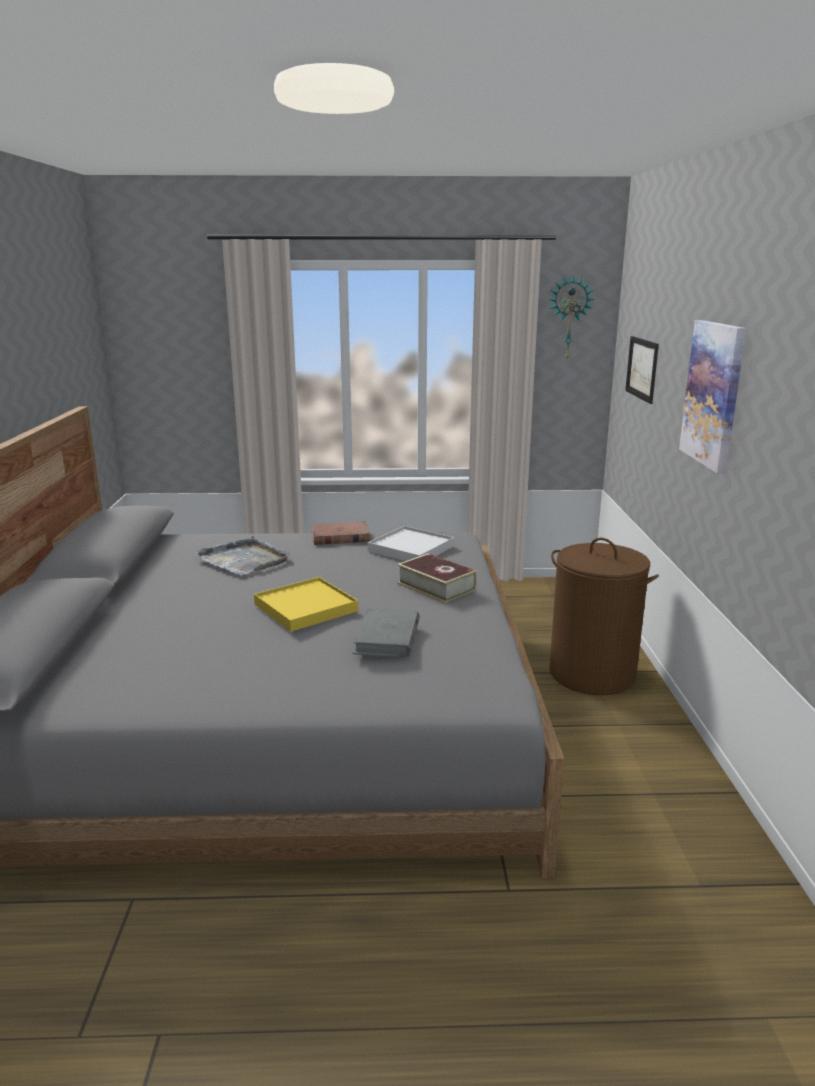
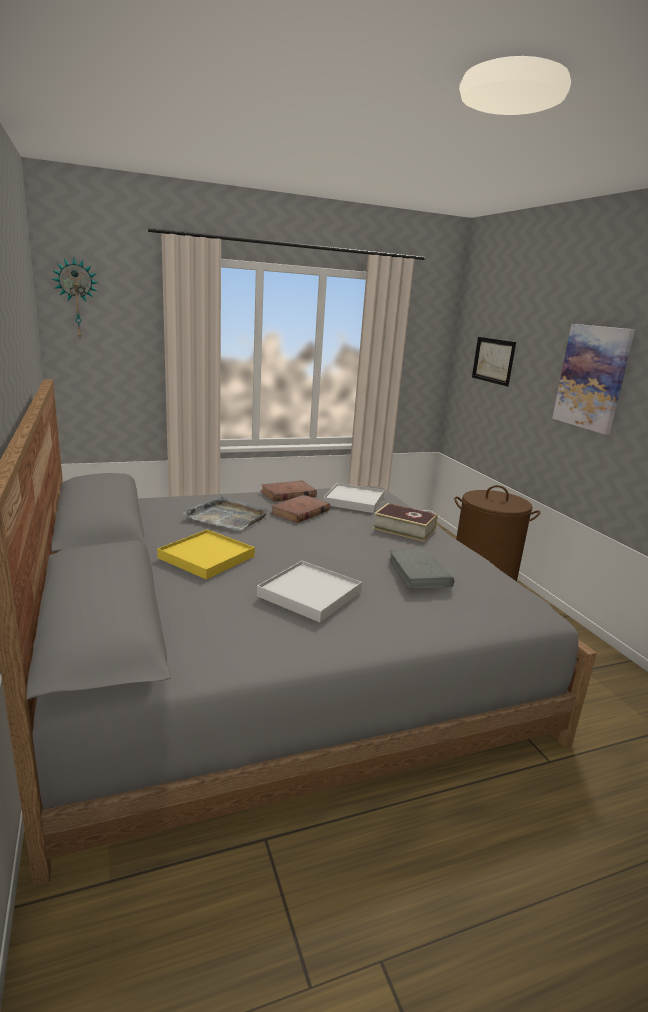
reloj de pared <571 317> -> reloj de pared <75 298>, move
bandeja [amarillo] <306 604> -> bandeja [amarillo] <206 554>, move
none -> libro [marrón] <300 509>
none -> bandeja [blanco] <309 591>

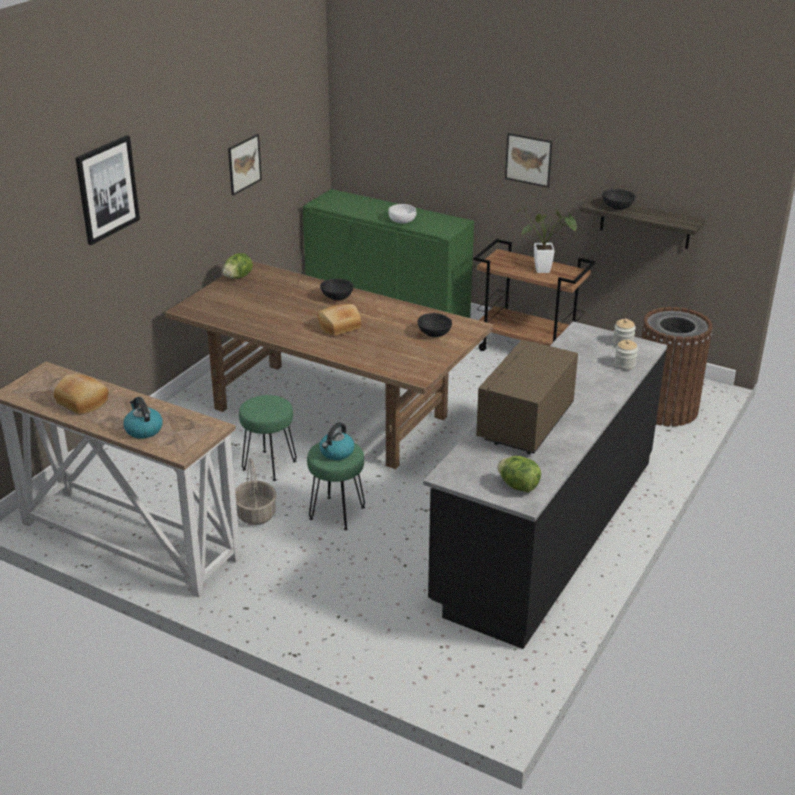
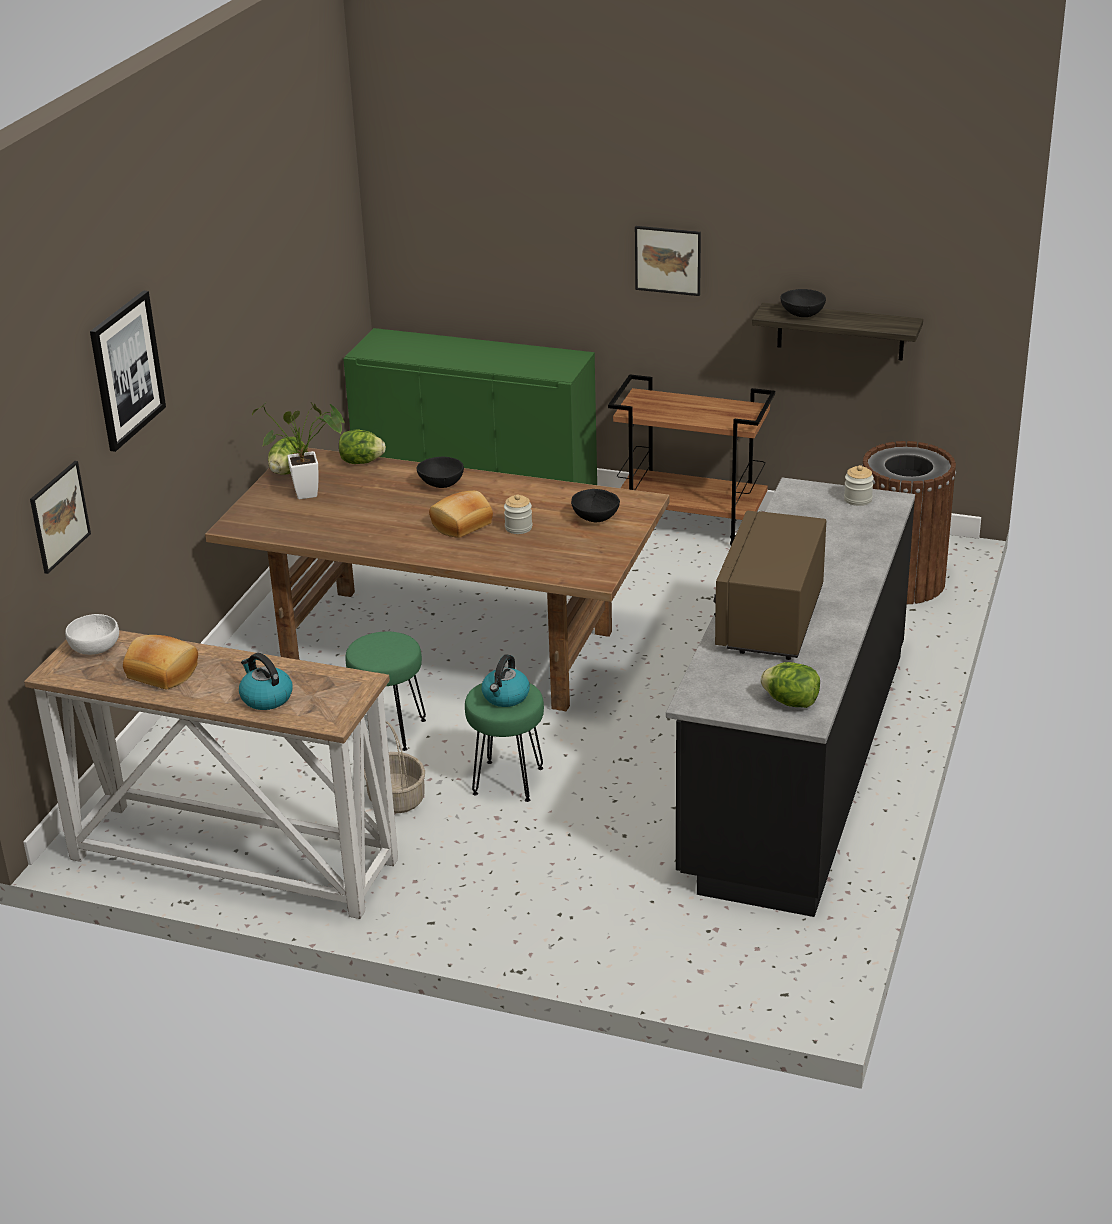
cuadro <245 165> -> cuadro <60 517>, move
cuenco [blanco] <402 214> -> cuenco [blanco] <92 634>, move
planta en maceta <546 239> -> planta en maceta <299 450>, move
tarro <626 354> -> tarro <518 514>, move
none -> lechuga <362 446>

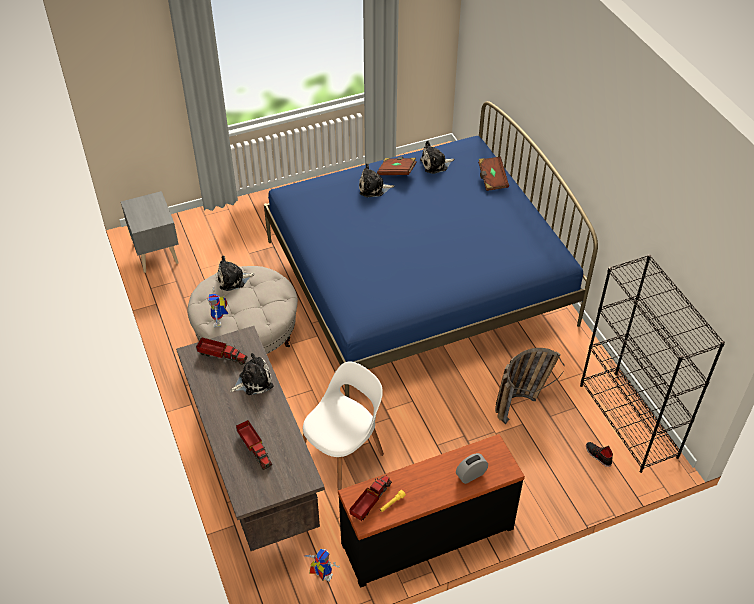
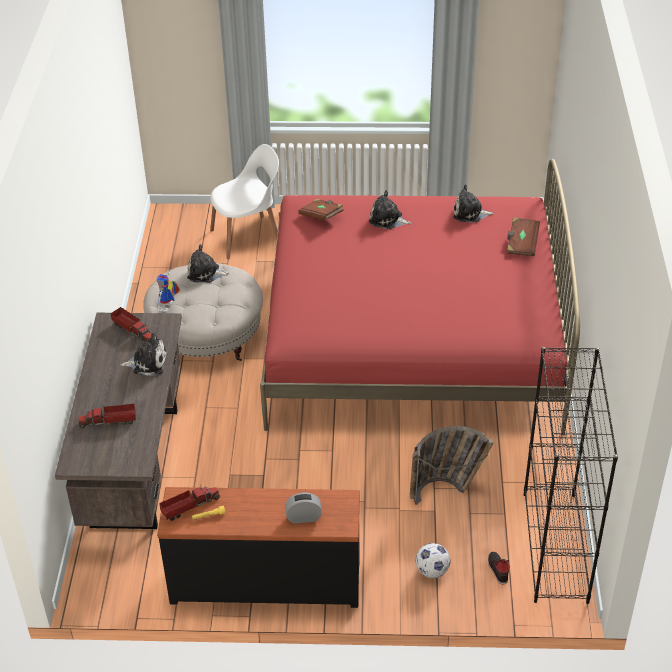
cama [azul] <431 249> -> cama [rojo] <420 297>
libro [marrón] <397 166> -> libro [marrón] <321 210>, move
mesita de noche [gris] <150 232> -> none
silla [blanco] <343 426> -> silla [blanco] <244 201>, move
camión de juguete <254 445> -> camión de juguete <107 416>, 90 degrees clockwise
robot de juguete <322 565> -> none
none -> balón de fútbol <433 560>

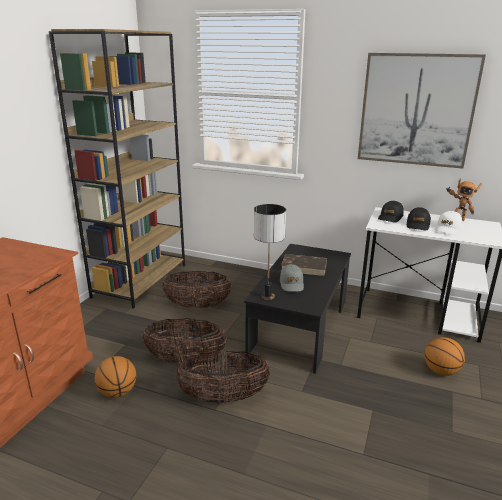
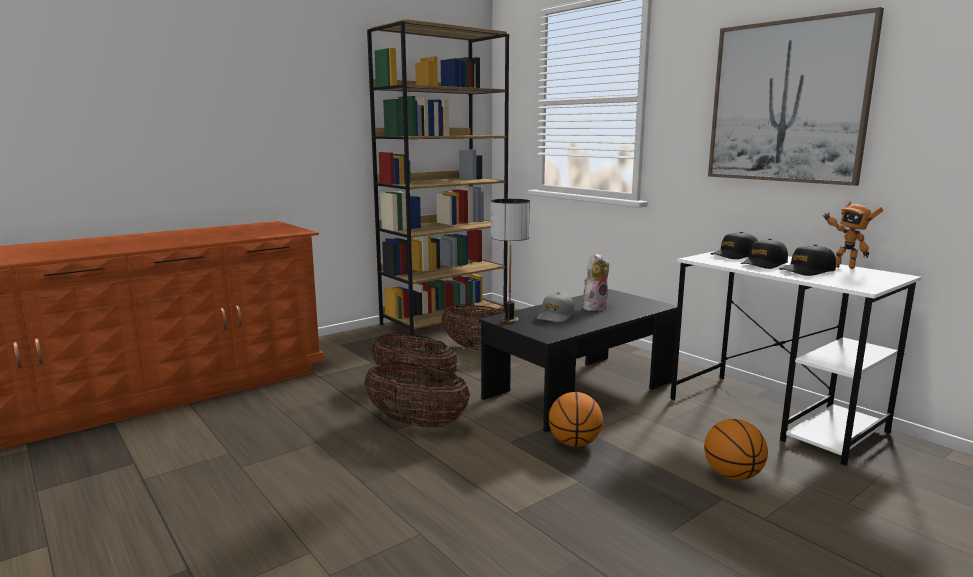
gorra [blanco] <448 222> -> gorra [negro] <807 260>
libro [marrón] <304 265> -> peluche <596 282>
balón de baloncesto <115 377> -> balón de baloncesto <576 419>, move

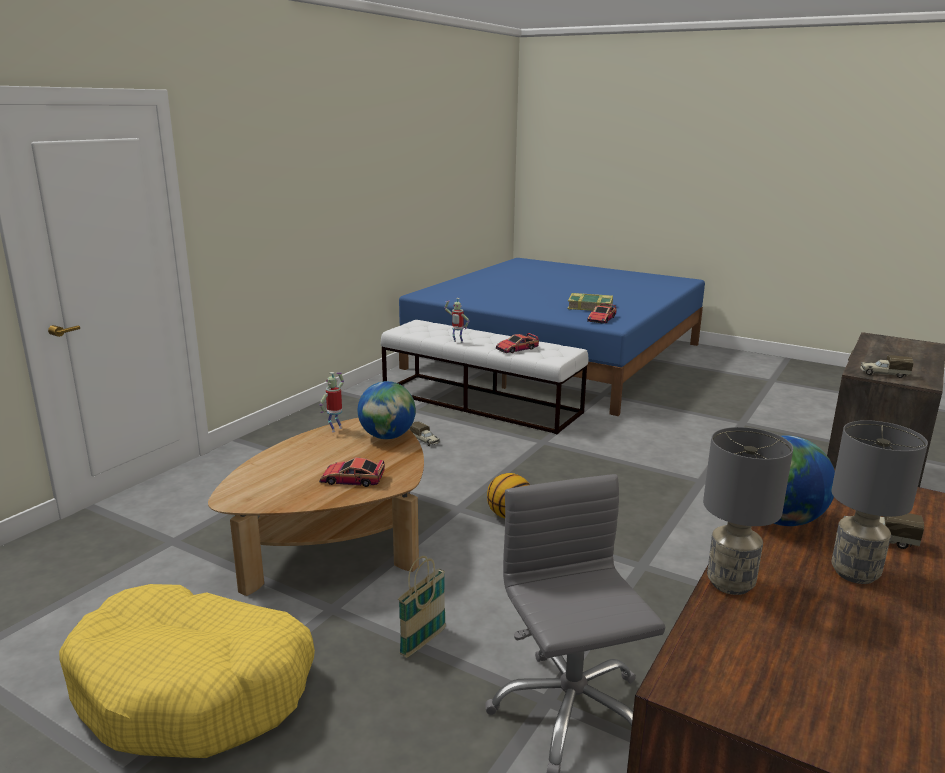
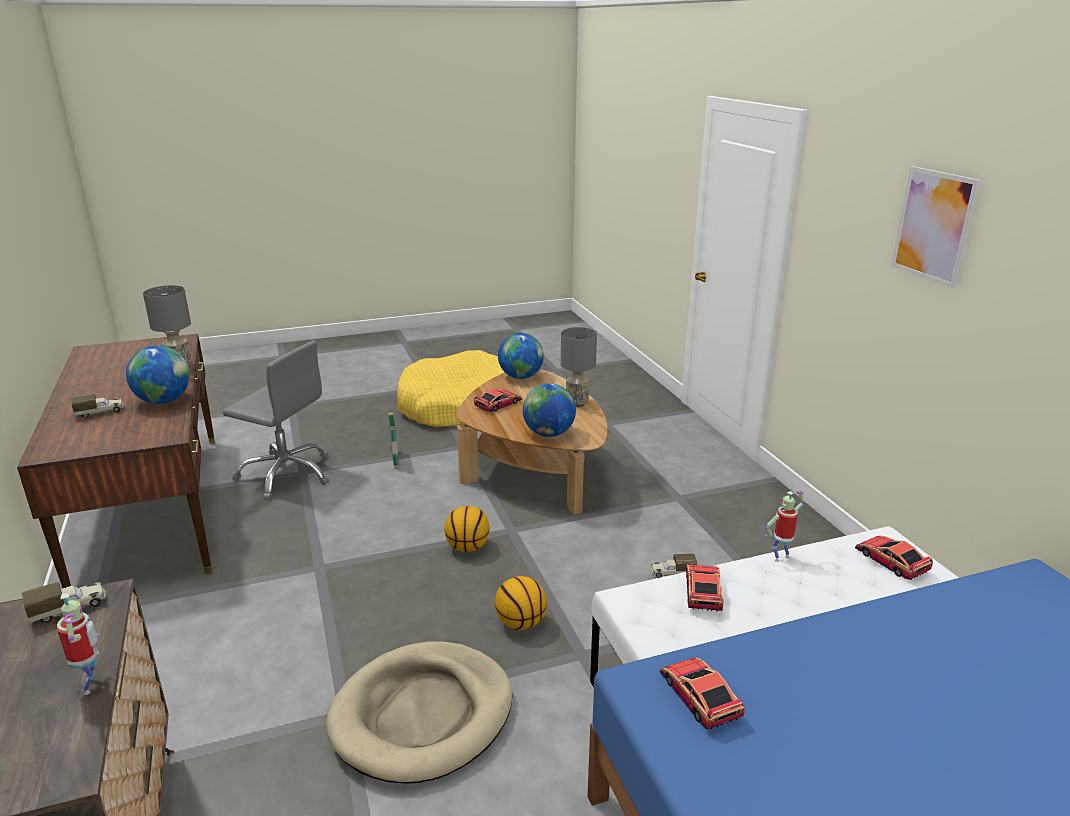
libro <590 302> -> none
robot de juguete <332 402> -> robot de juguete <78 644>, move
lámpara de mesa [gris] <879 502> -> lámpara de mesa [gris] <579 367>, move
none -> cuadro <935 227>
none -> globo terráqueo <521 356>
none -> coche de juguete <894 558>
none -> balón de baloncesto <521 603>
none -> cama para perro [beis] <419 713>

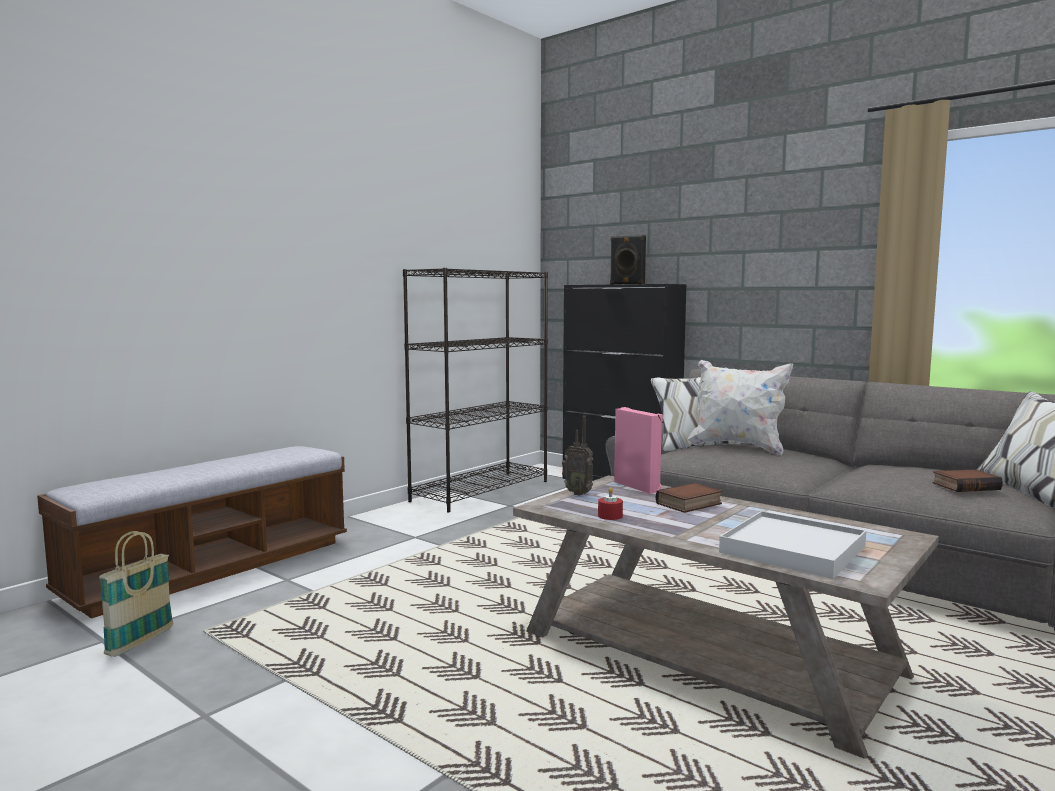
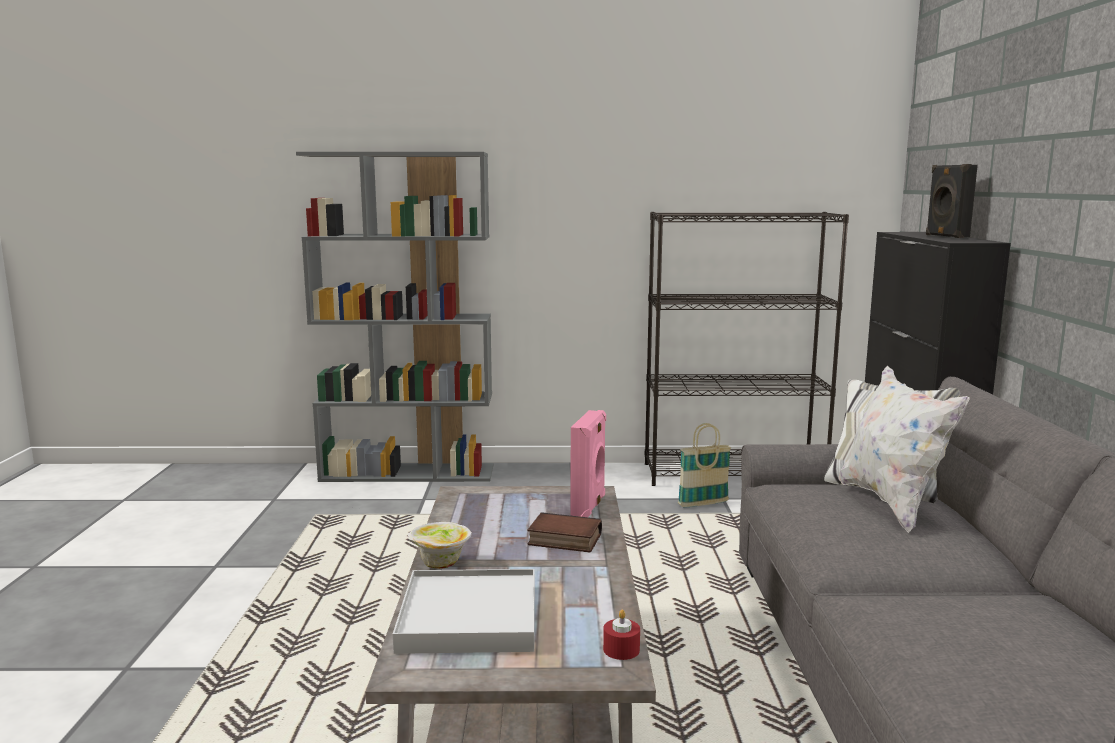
radio <577 456> -> none
banco <192 532> -> estantería [gris] <394 317>
libro <967 480> -> none
vela [rojo] <610 503> -> vela [rojo] <621 635>, move
cesta <136 594> -> cesta <705 465>, move
none -> cuenco <440 545>

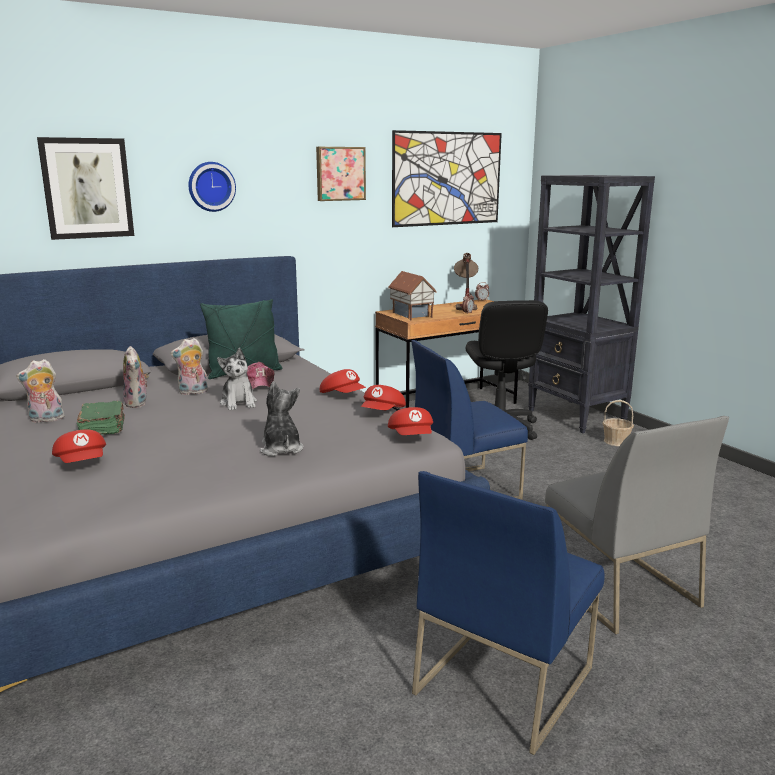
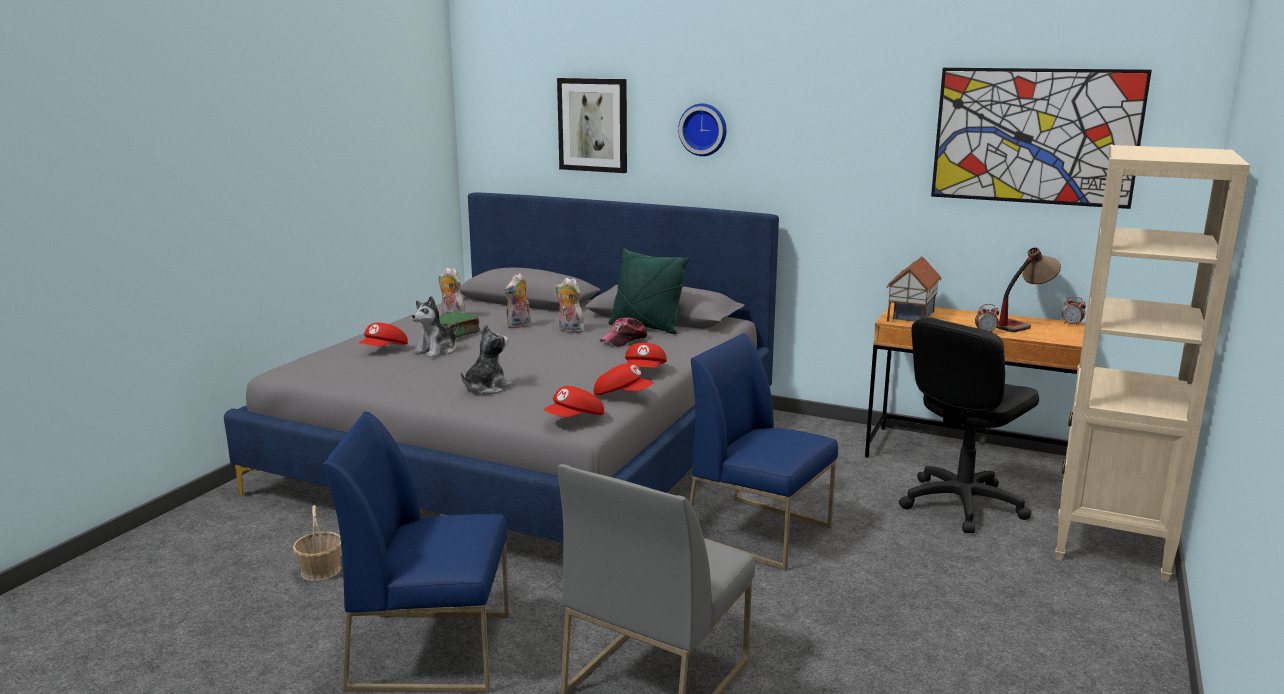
cuadro <341 174> -> none
estantería [negro] <591 304> -> estantería [beis] <1152 363>
peluche <237 379> -> peluche <435 327>, move
gorra [rojo] <383 397> -> gorra [rojo] <624 379>, 150 degrees counterclockwise
cesta <618 423> -> cesta <317 543>, move

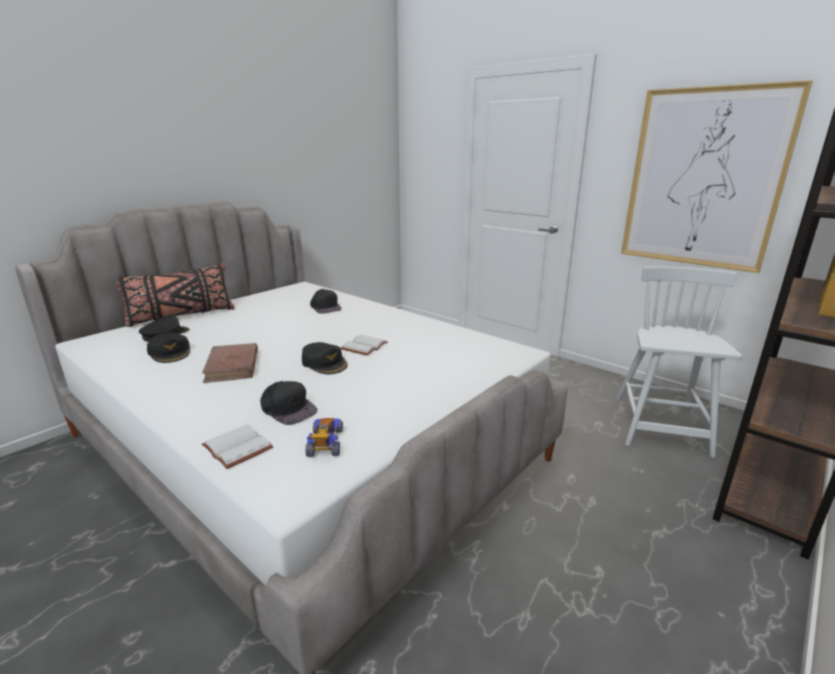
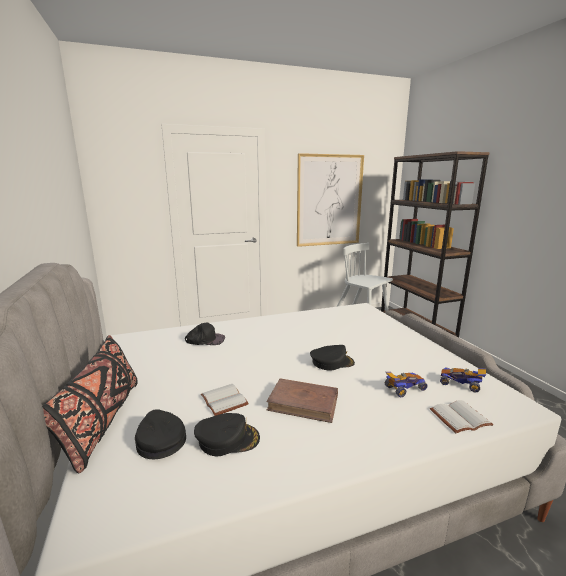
libro [blanco] <364 345> -> libro [blanco] <225 400>, move
gorra [negro] <289 403> -> coche de juguete <406 385>

